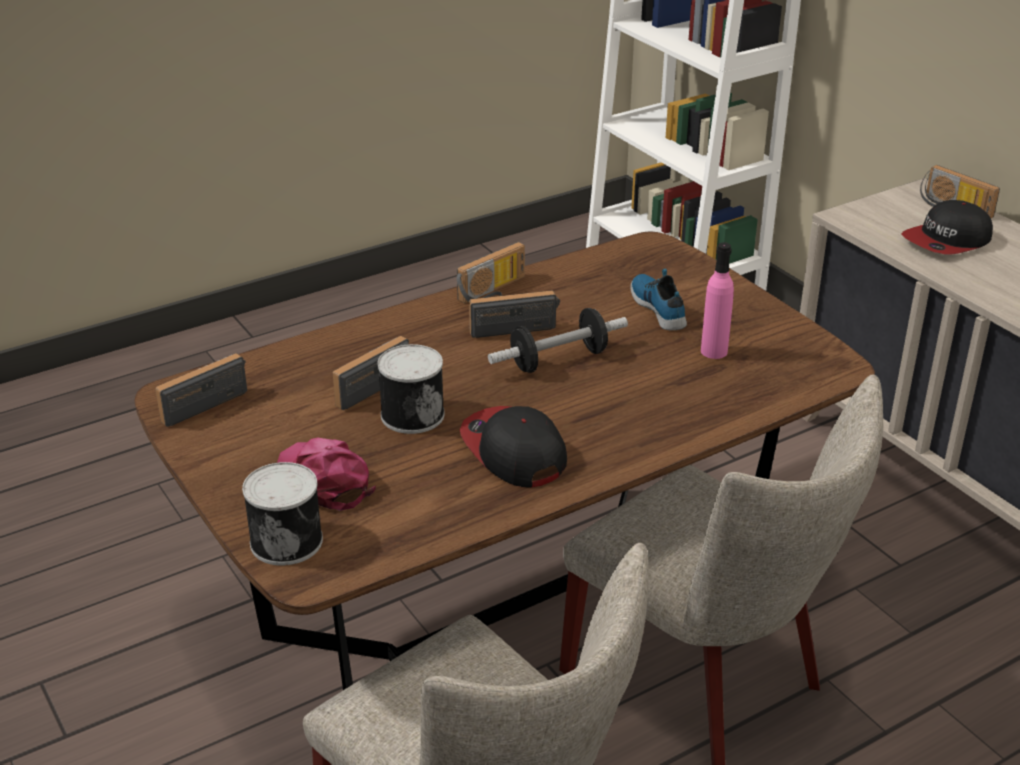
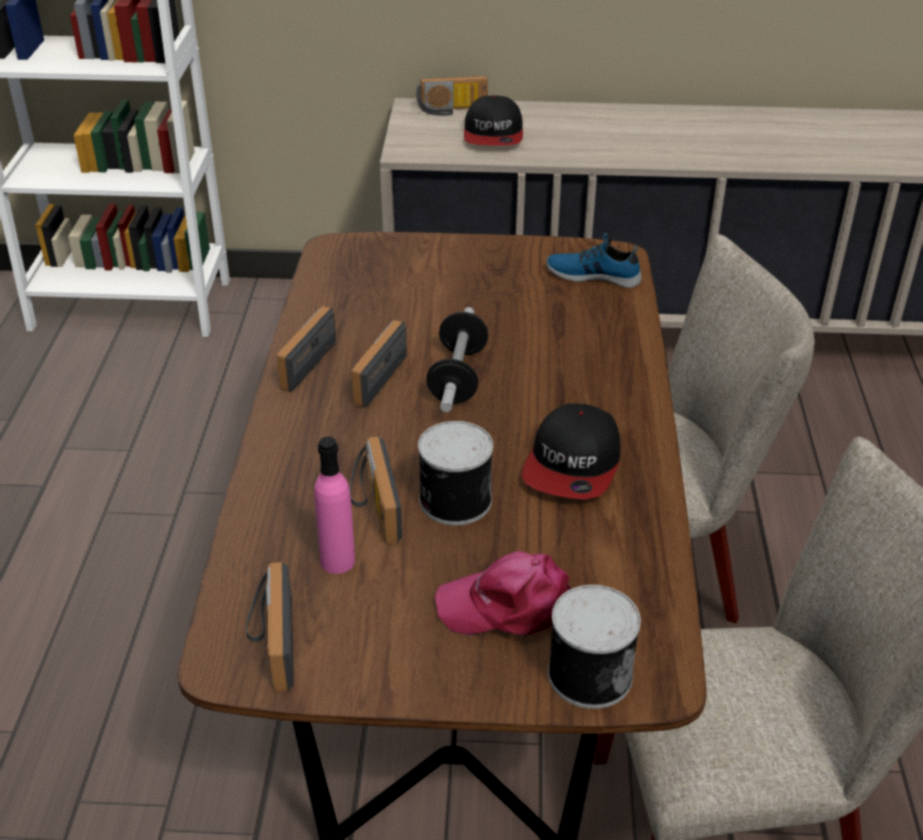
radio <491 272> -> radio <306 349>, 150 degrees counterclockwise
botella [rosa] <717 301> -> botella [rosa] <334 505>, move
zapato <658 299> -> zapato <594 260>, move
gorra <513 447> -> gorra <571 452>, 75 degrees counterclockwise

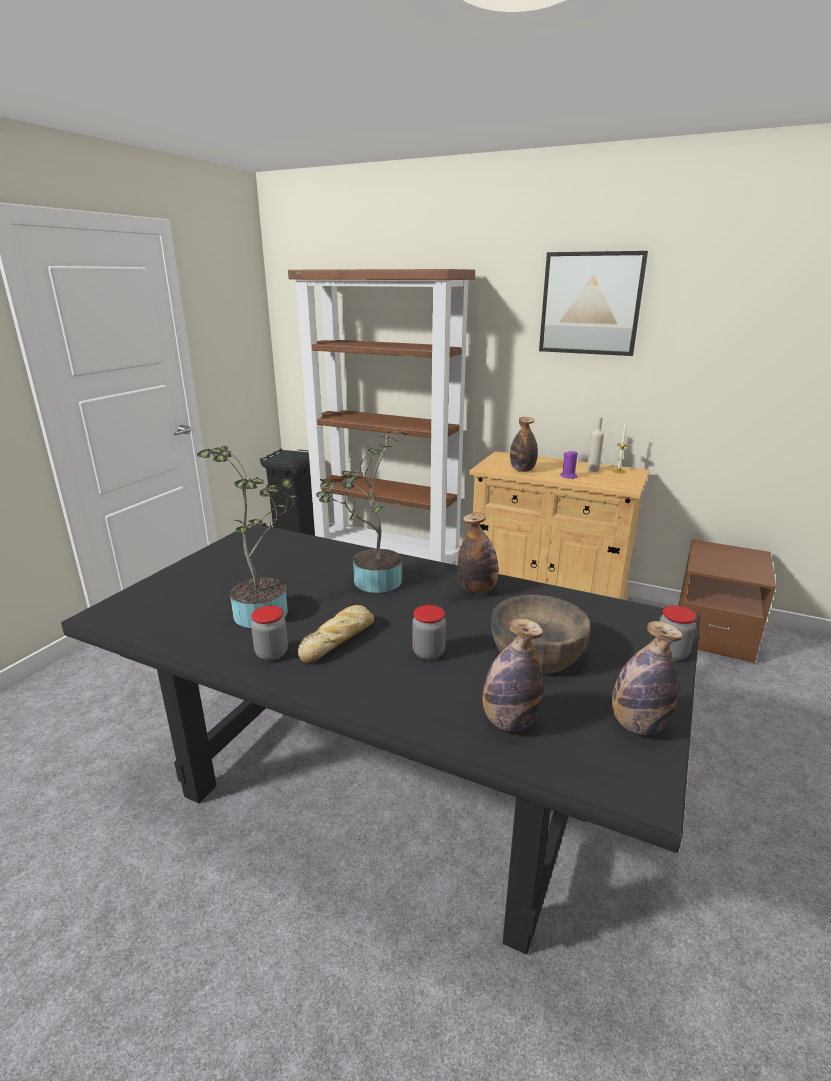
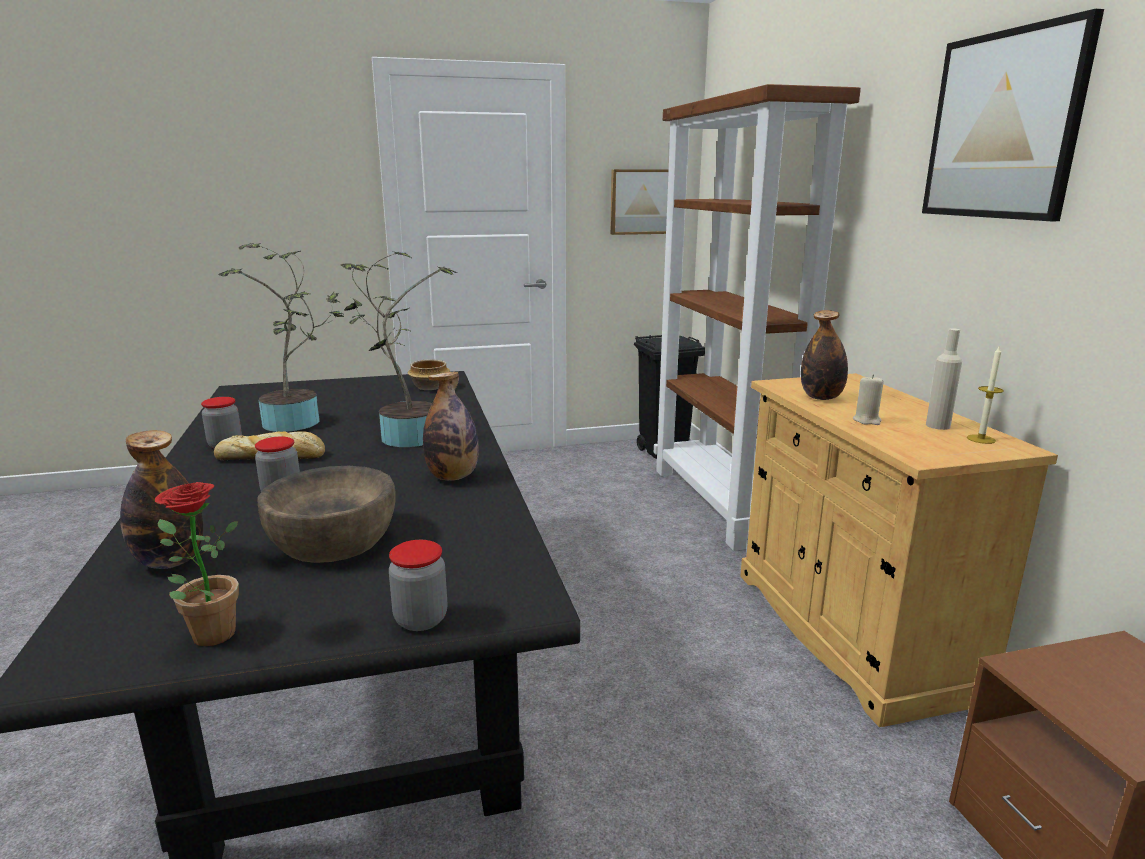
vela [morado] <569 464> -> vela [beis] <868 399>
botella <647 678> -> planta en maceta <197 564>
none -> cuadro <639 202>
none -> cuenco <428 374>

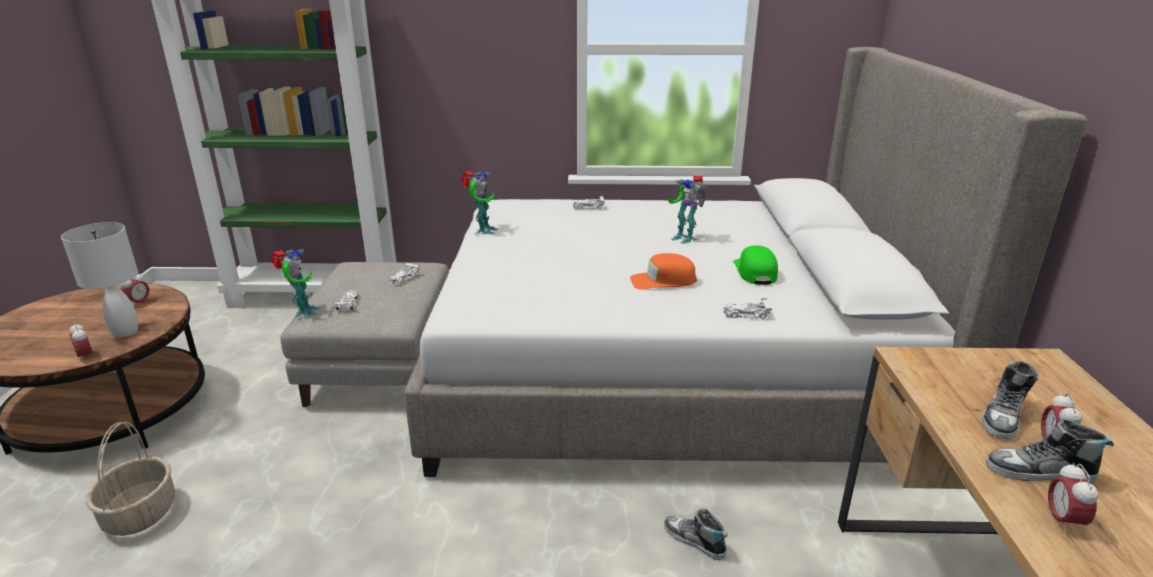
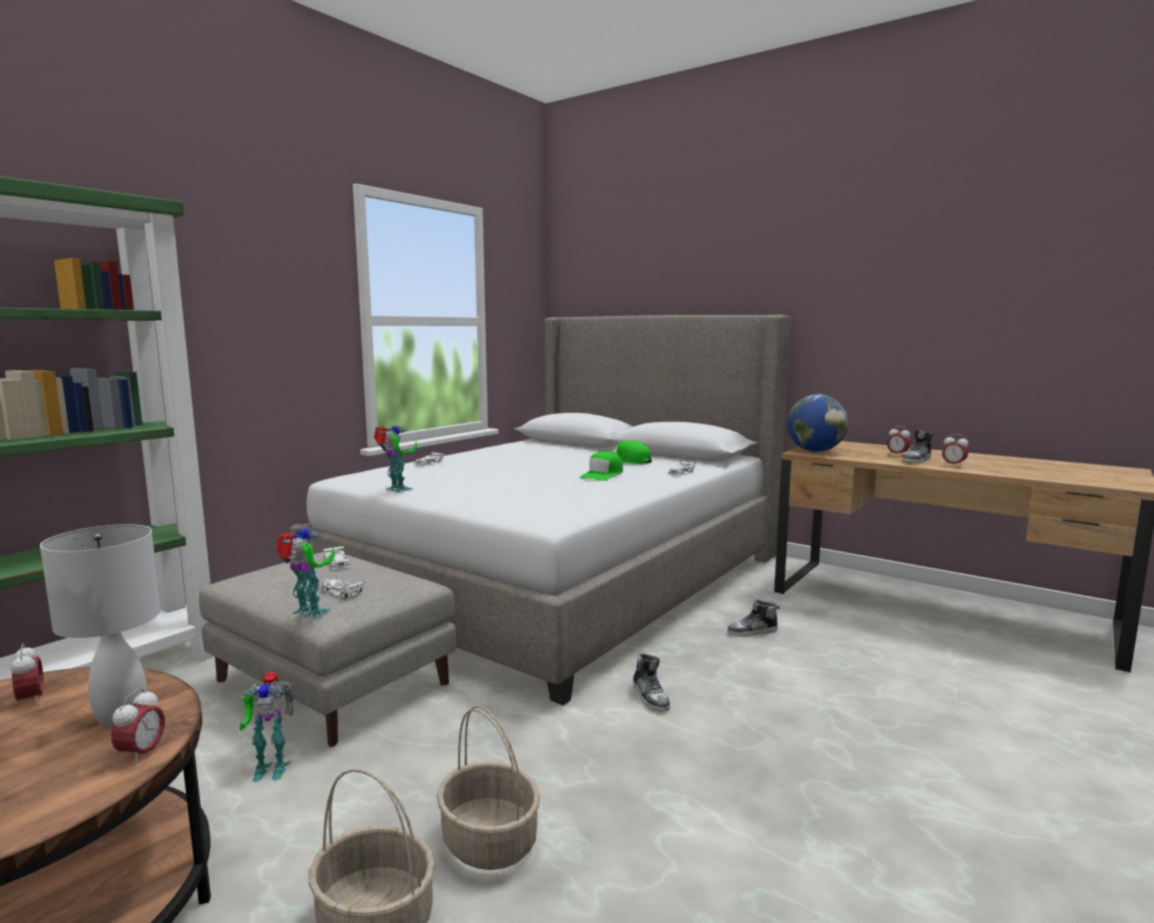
robot de juguete <687 209> -> robot de juguete <266 726>, move
gorra [naranja] <663 271> -> gorra [verde] <601 466>
despertador <81 342> -> despertador <138 726>, 75 degrees counterclockwise
zapato <1010 400> -> zapato <651 683>, move
none -> globo terráqueo <817 423>
none -> cesta <488 787>

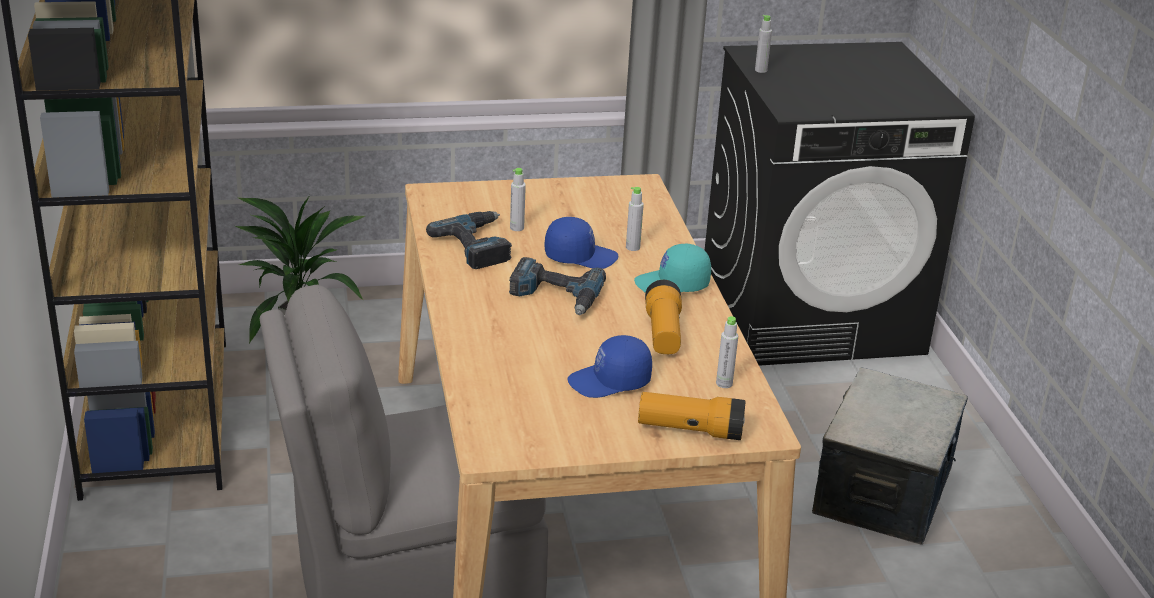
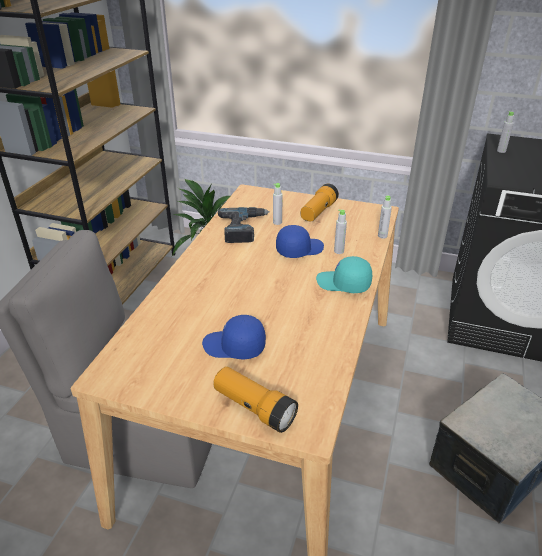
gorra [azul] <581 243> -> gorra [azul] <300 241>, 60 degrees counterclockwise
taladro <557 286> -> none
linterna <663 317> -> linterna <320 202>, move
botella [gris] <727 352> -> botella [gris] <385 217>, move

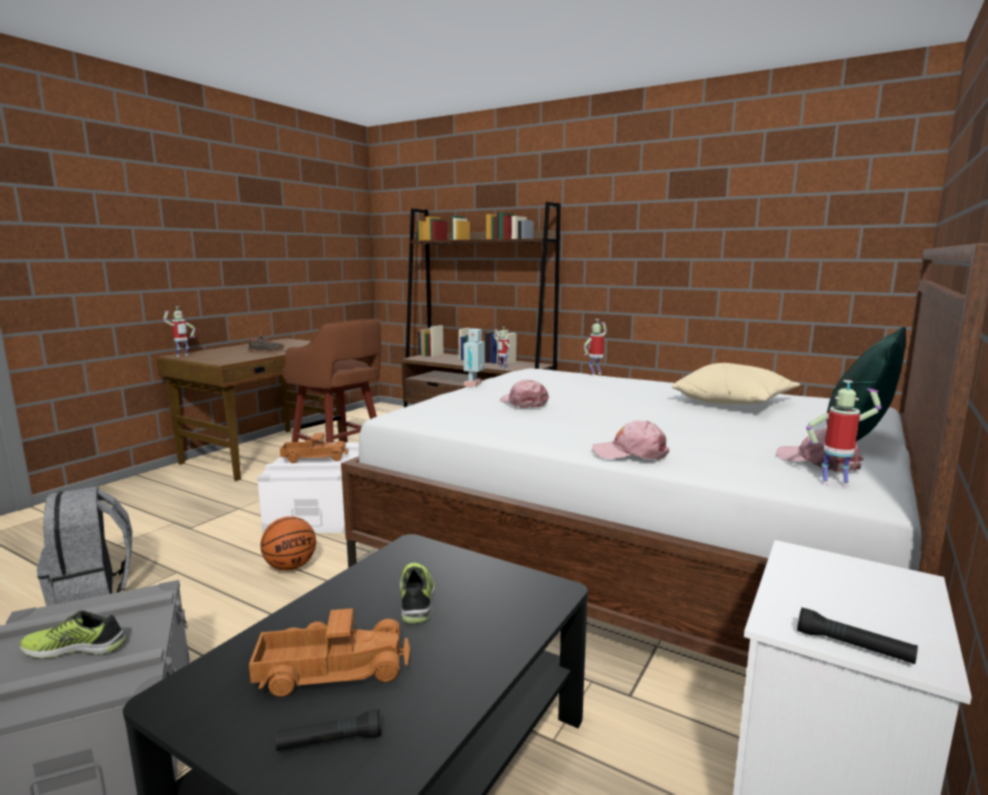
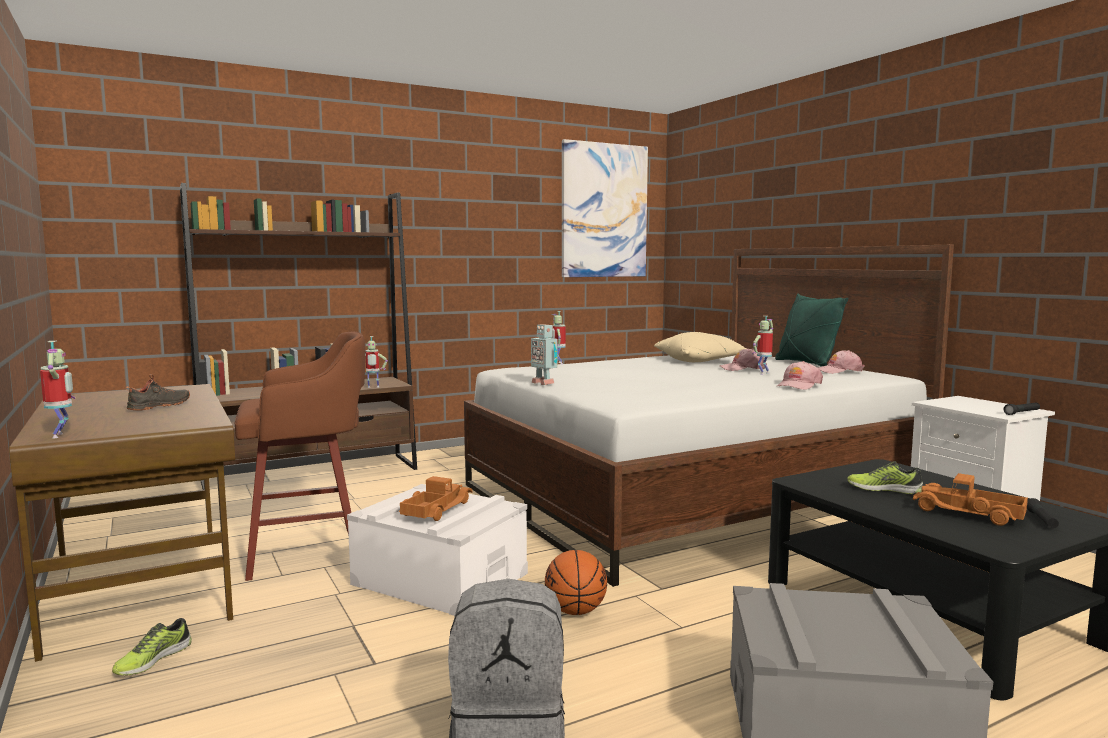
gorra [rosa] <524 393> -> gorra [rosa] <743 359>, move
robot de juguete <844 434> -> robot de juguete <762 345>, move
camión de juguete <329 652> -> camión de juguete <970 499>, 75 degrees counterclockwise
zapato <73 634> -> zapato <152 646>, move
none -> cuadro <605 208>

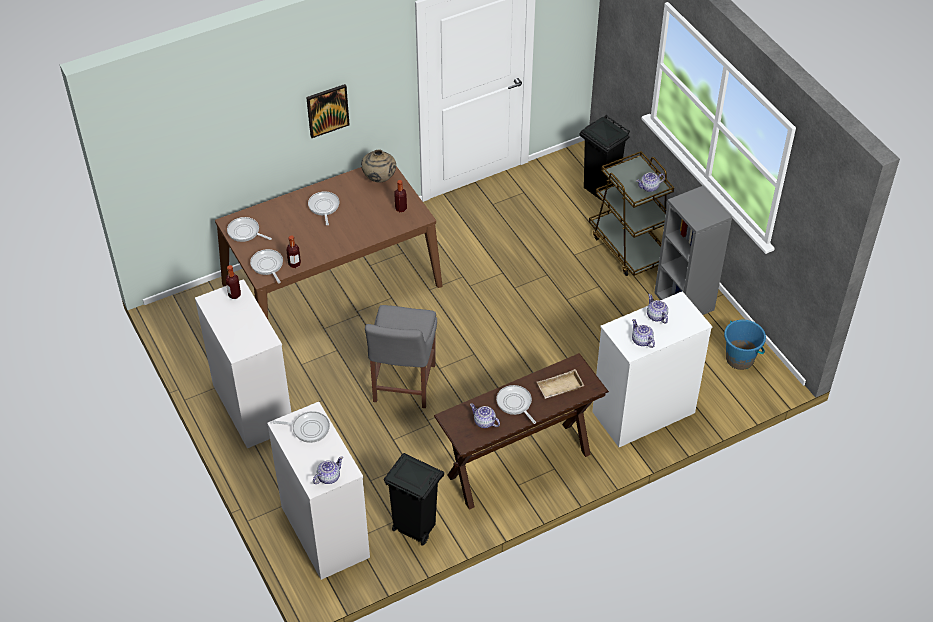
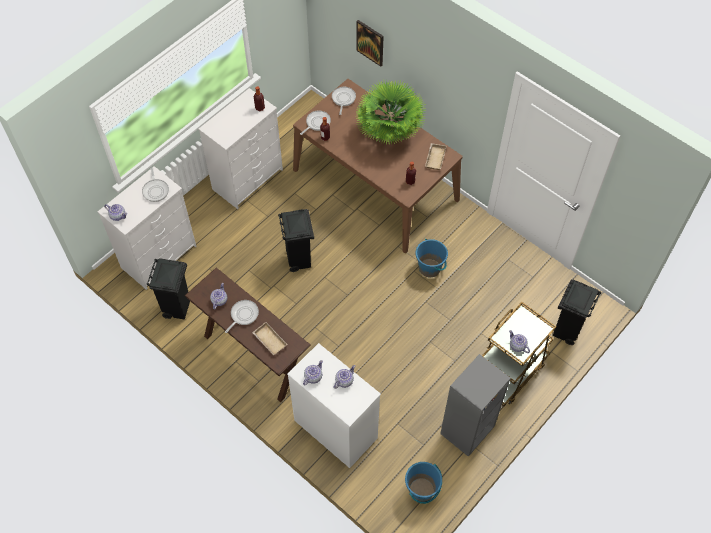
cuadro <328 111> -> cuadro <370 43>, move
florero [beis] <378 166> -> bandeja [beis] <436 156>
sartén <323 208> -> planta en maceta <392 112>
silla [gris] <401 356> -> papelera [negro] <296 240>
none -> cubo [azul] <431 258>

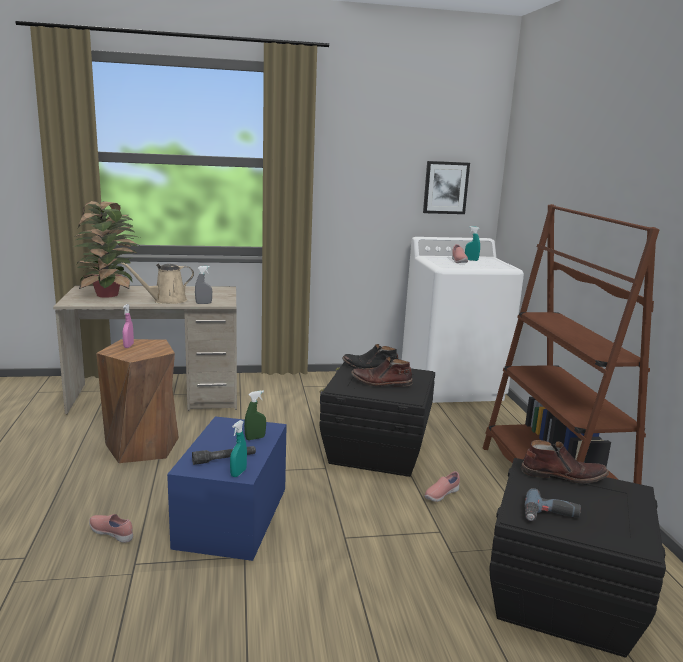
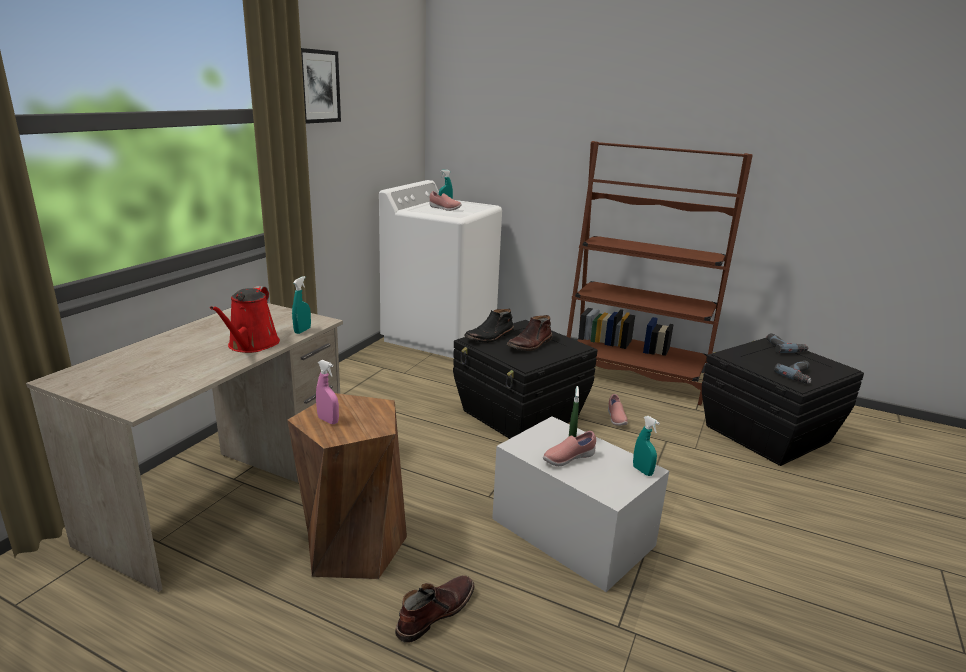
cuadro <446 187> -> cuadro <321 86>, move
planta en maceta <106 249> -> none
regadera [beis] <157 283> -> regadera [rojo] <245 319>
pulverizador [gris] <203 285> -> pulverizador [turquesa] <301 305>
caja de almacenaje [azul] <227 488> -> caja de almacenaje [blanco] <580 504>
bota [marrón] <565 462> -> bota [marrón] <434 609>, move
linterna [gris] <224 455> -> none
zapato [rosa] <111 528> -> zapato [rosa] <569 448>, move
none -> taladro <787 343>

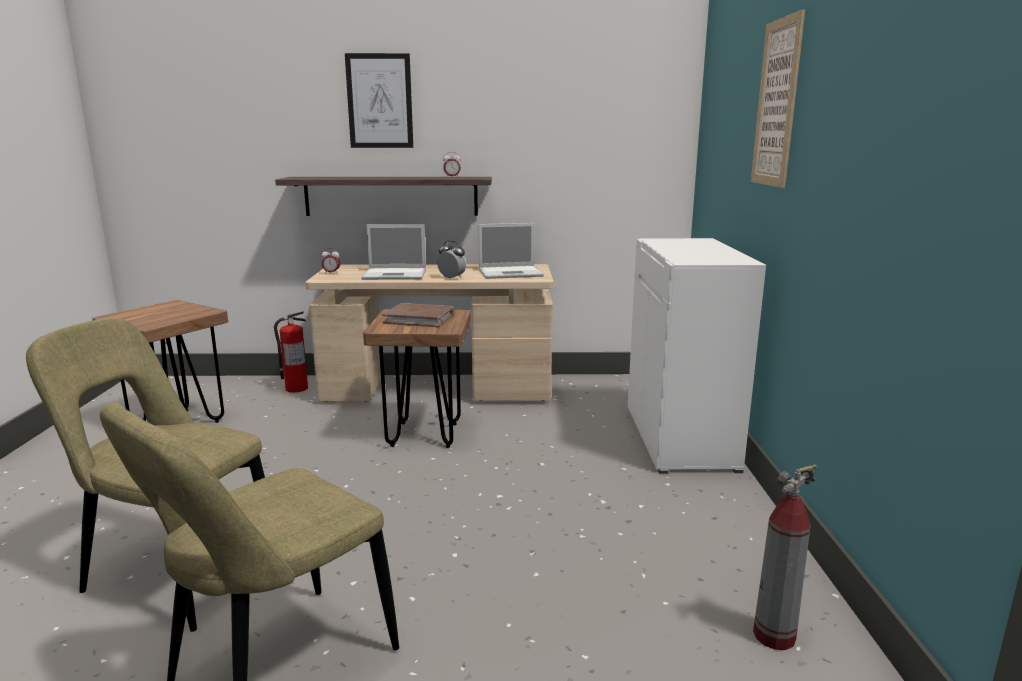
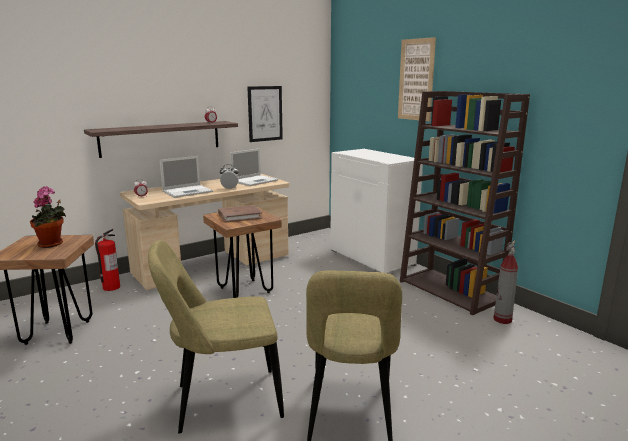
cuadro <379 100> -> cuadro <265 114>, move
none -> estantería [marrón] <465 203>
none -> planta en maceta <48 217>

